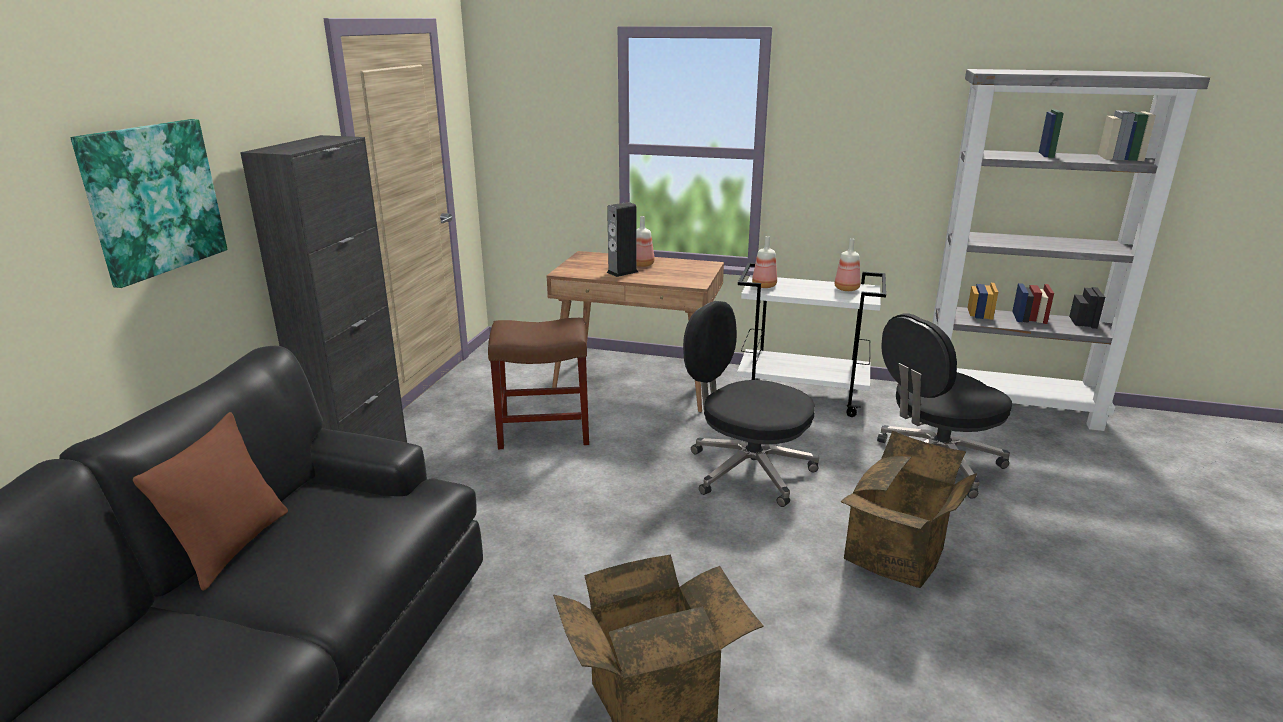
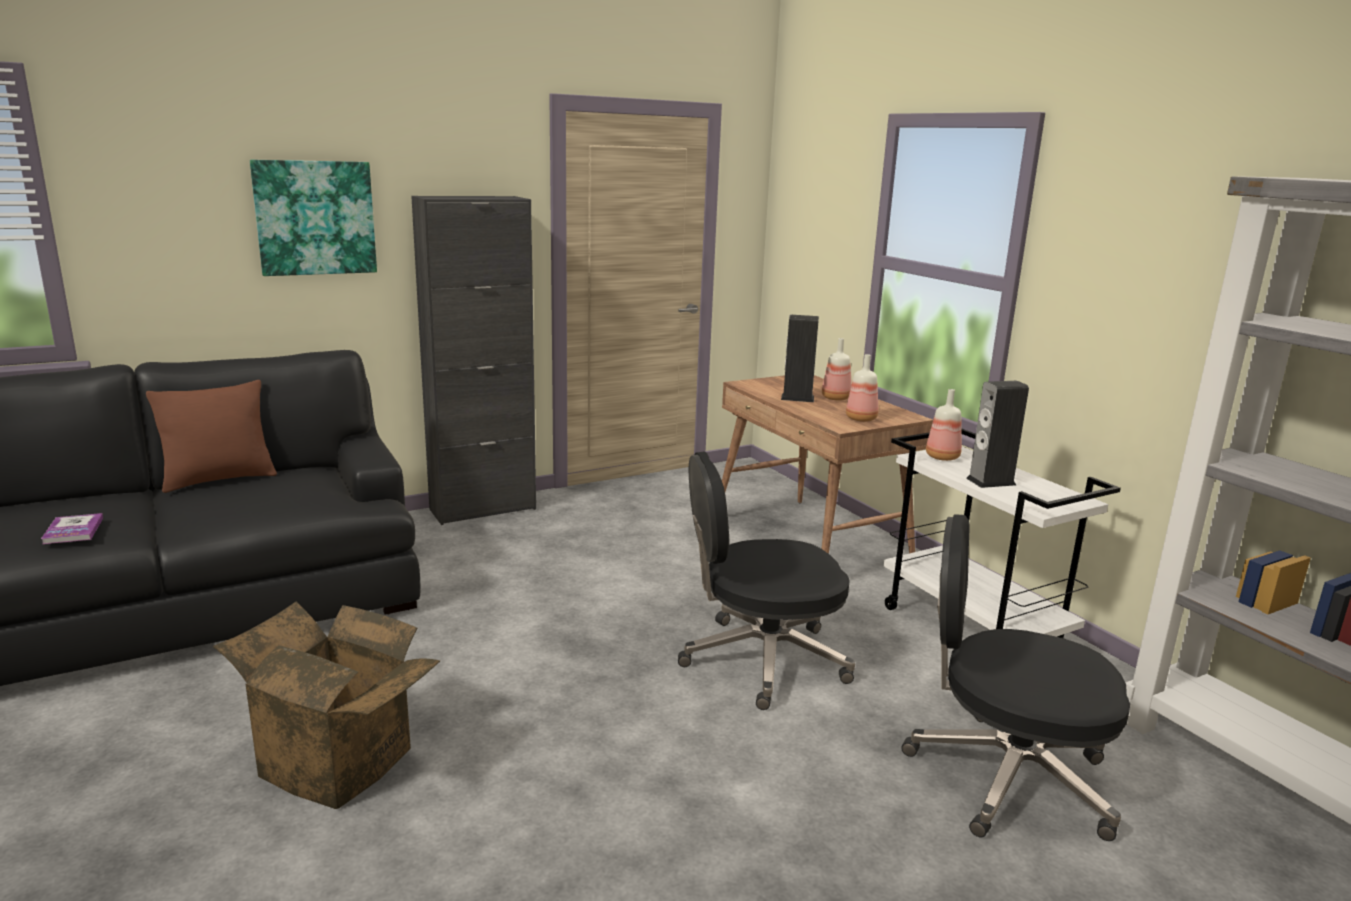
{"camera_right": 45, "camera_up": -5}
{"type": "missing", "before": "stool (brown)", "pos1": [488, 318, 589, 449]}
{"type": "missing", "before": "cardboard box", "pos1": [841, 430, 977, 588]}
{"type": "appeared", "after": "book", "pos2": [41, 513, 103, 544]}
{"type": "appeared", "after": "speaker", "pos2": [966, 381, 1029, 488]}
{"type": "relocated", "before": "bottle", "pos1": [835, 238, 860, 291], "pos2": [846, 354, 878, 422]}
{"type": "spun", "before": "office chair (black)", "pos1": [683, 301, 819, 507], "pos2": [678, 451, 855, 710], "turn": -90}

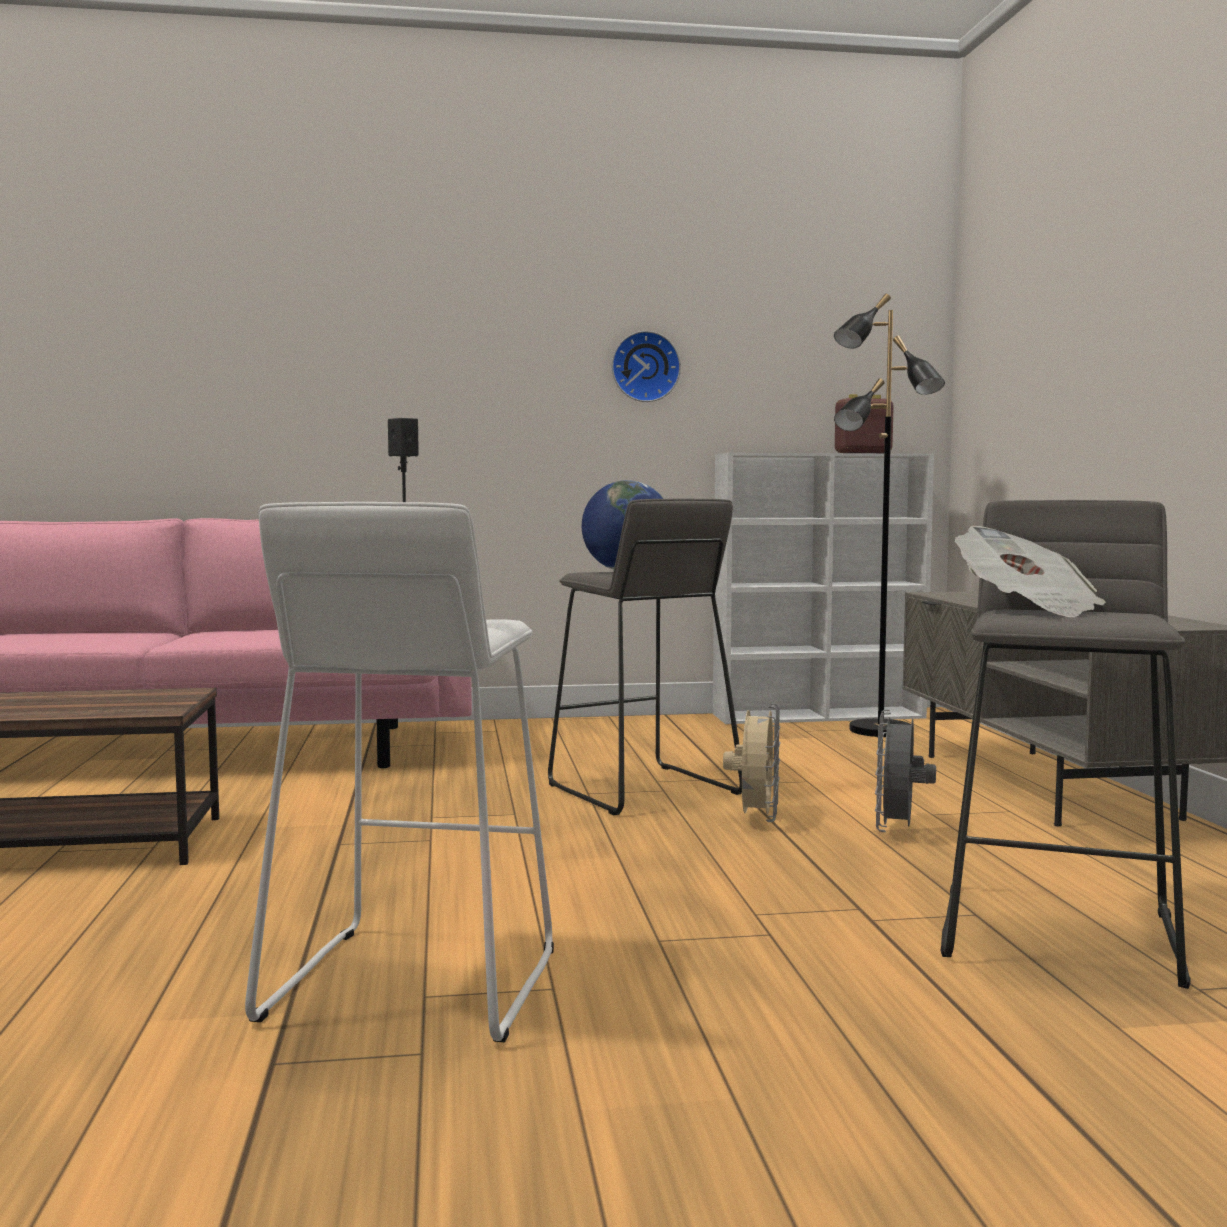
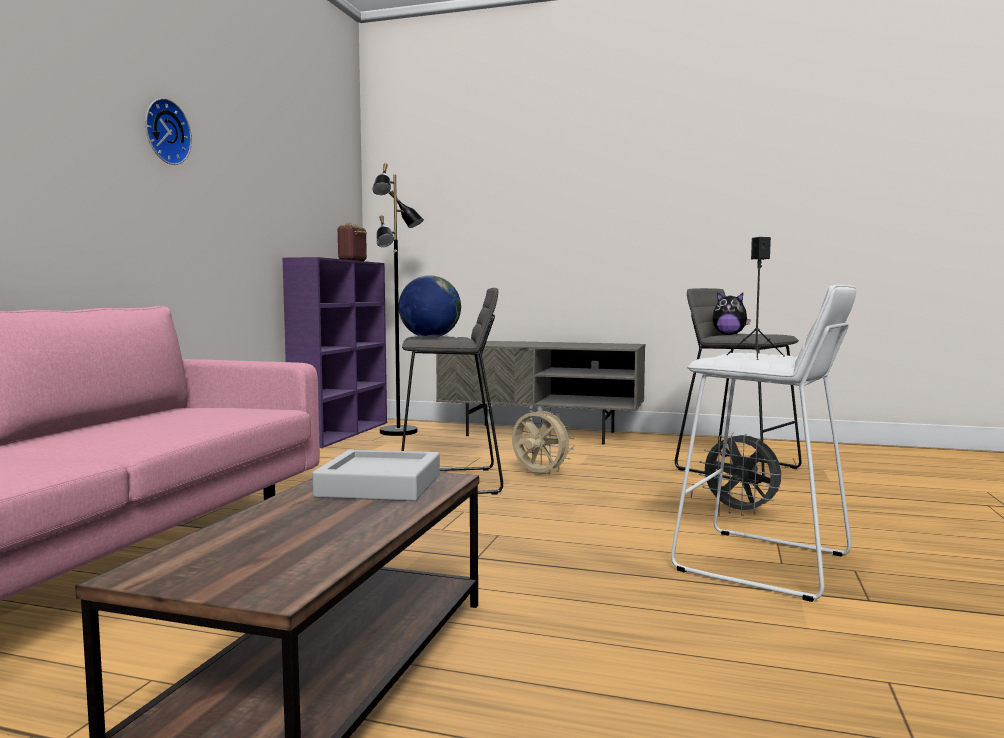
{"camera_right": -65, "camera_up": 0}
{"type": "appeared", "after": "tray (grey)", "pos2": [312, 449, 440, 501]}
{"type": "relocated", "before": "wall clock", "pos1": [612, 331, 681, 402], "pos2": [145, 98, 192, 165]}
{"type": "relocated", "before": "fan (grey)", "pos1": [875, 710, 936, 832], "pos2": [699, 432, 781, 516]}
{"type": "exchanged", "before": "newspaper", "after": "plush toy", "pos1": [955, 526, 1106, 617], "pos2": [712, 292, 751, 335]}
{"type": "colour", "before": "bookcase (white)", "after": "bookcase (purple)", "pos1": [713, 453, 934, 724], "pos2": [282, 257, 387, 448]}

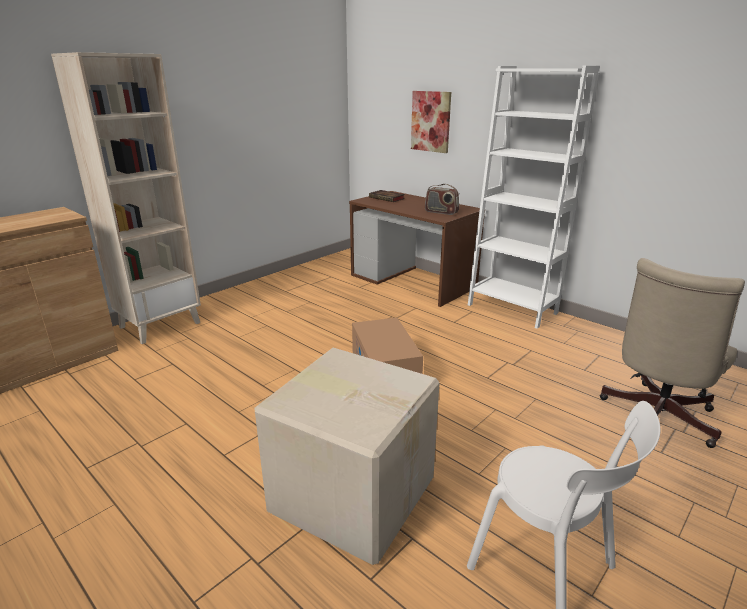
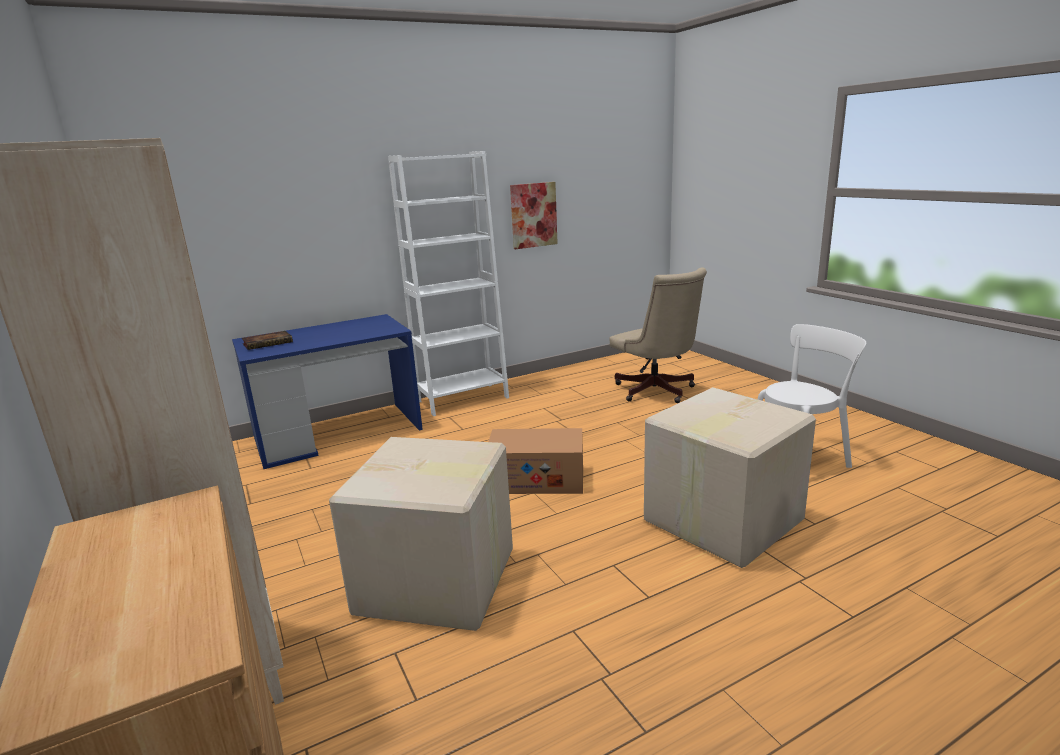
{"camera_right": -70, "camera_up": -5}
{"type": "missing", "before": "radio", "pos1": [425, 184, 459, 215]}
{"type": "appeared", "after": "cardboard box", "pos2": [329, 437, 513, 631]}
{"type": "relocated", "before": "picture", "pos1": [411, 91, 451, 153], "pos2": [510, 182, 558, 249]}
{"type": "colour", "before": "desk (brown)", "after": "desk (blue)", "pos1": [349, 191, 485, 307], "pos2": [232, 314, 423, 469]}

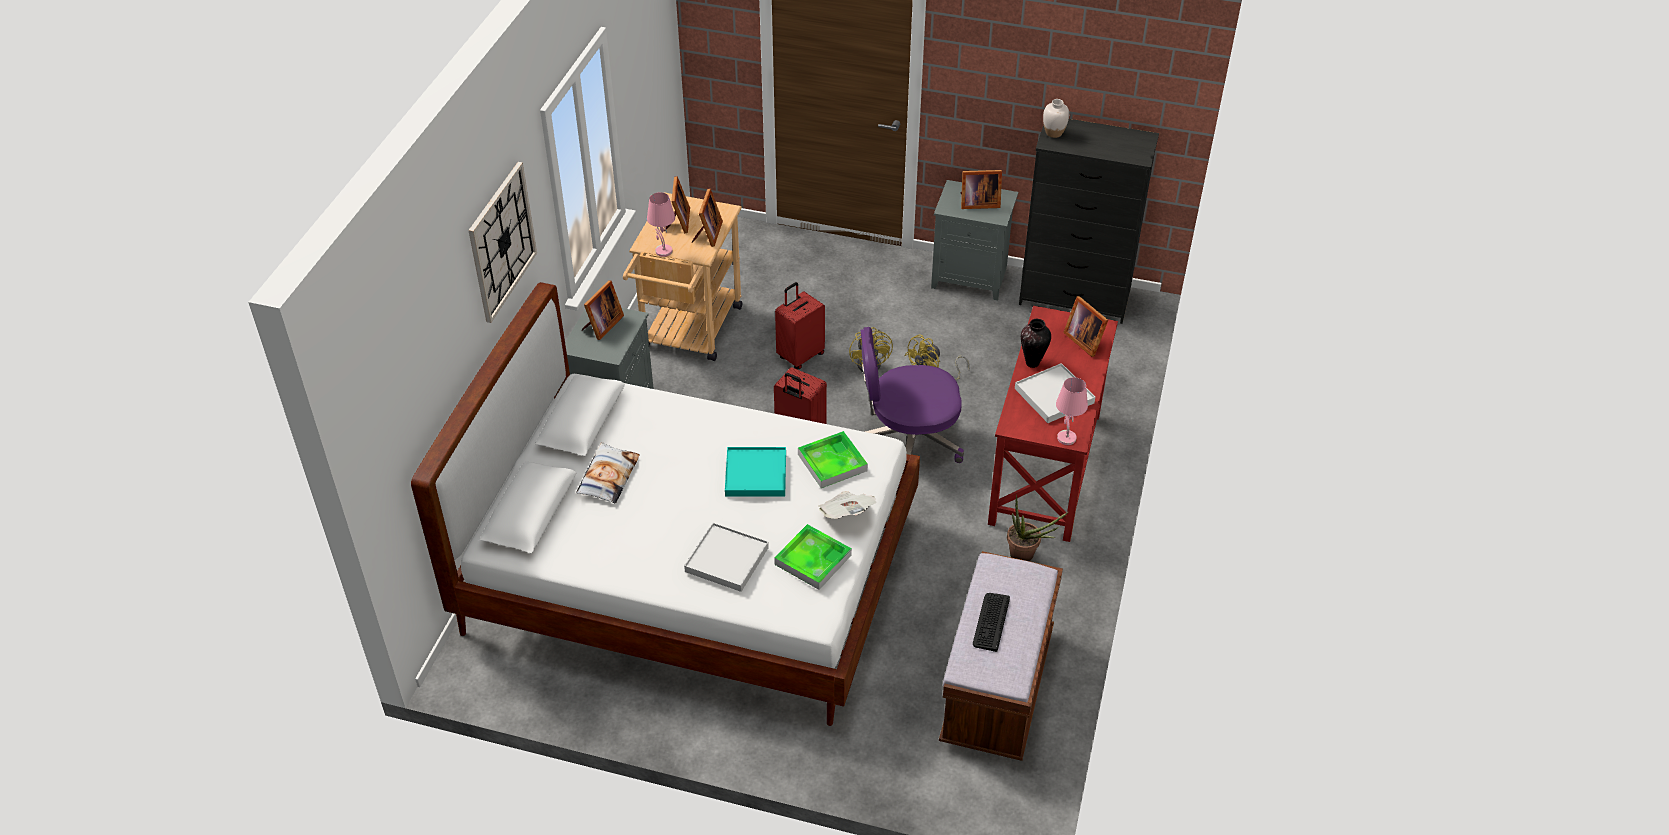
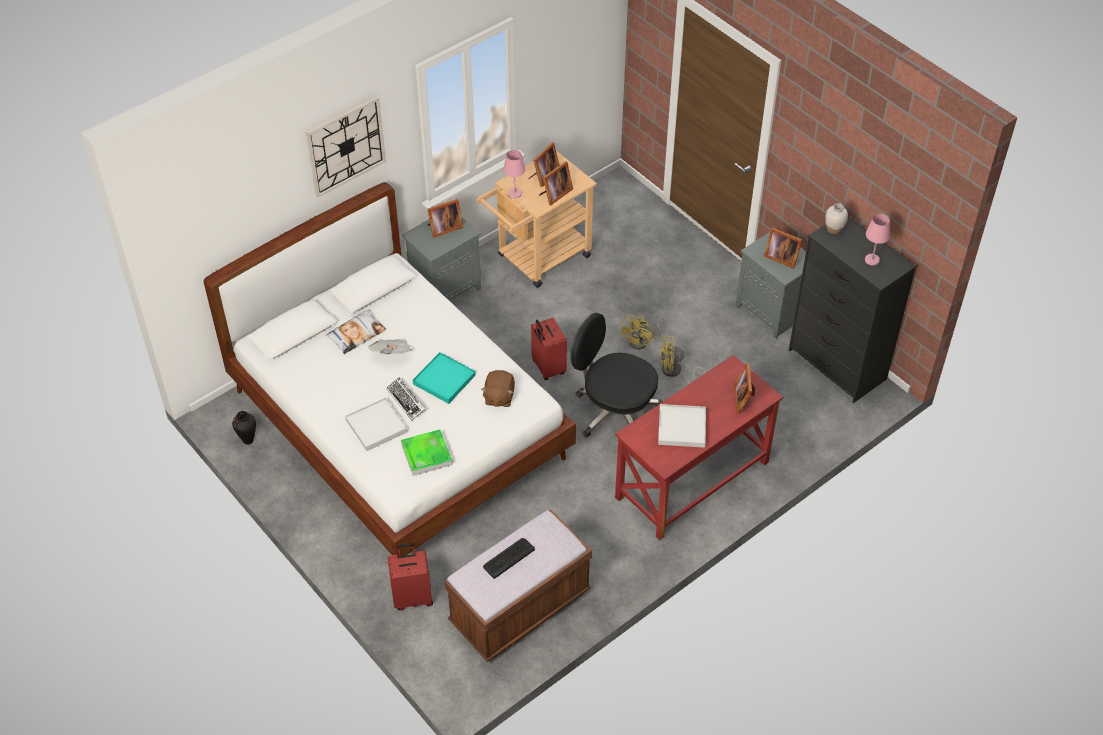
{"camera_right": 35, "camera_up": 5}
{"type": "missing", "before": "potted plant", "pos1": [1007, 495, 1068, 561]}
{"type": "appeared", "after": "keyboard", "pos2": [386, 377, 426, 421]}
{"type": "relocated", "before": "suitcase (red)", "pos1": [775, 282, 825, 369], "pos2": [388, 543, 433, 610]}
{"type": "relocated", "before": "newspaper", "pos1": [818, 491, 877, 519], "pos2": [369, 339, 412, 355]}
{"type": "relocated", "before": "vase", "pos1": [1021, 319, 1051, 368], "pos2": [232, 411, 256, 445]}
{"type": "relocated", "before": "table lamp (pink)", "pos1": [1056, 377, 1088, 445], "pos2": [865, 214, 890, 266]}
{"type": "exchanged", "before": "tray", "after": "plush toy (brown)", "pos1": [798, 431, 868, 488], "pos2": [481, 370, 515, 407]}
{"type": "colour", "before": "office chair (purple)", "after": "office chair (black)", "pos1": [860, 327, 964, 463], "pos2": [570, 313, 663, 438]}

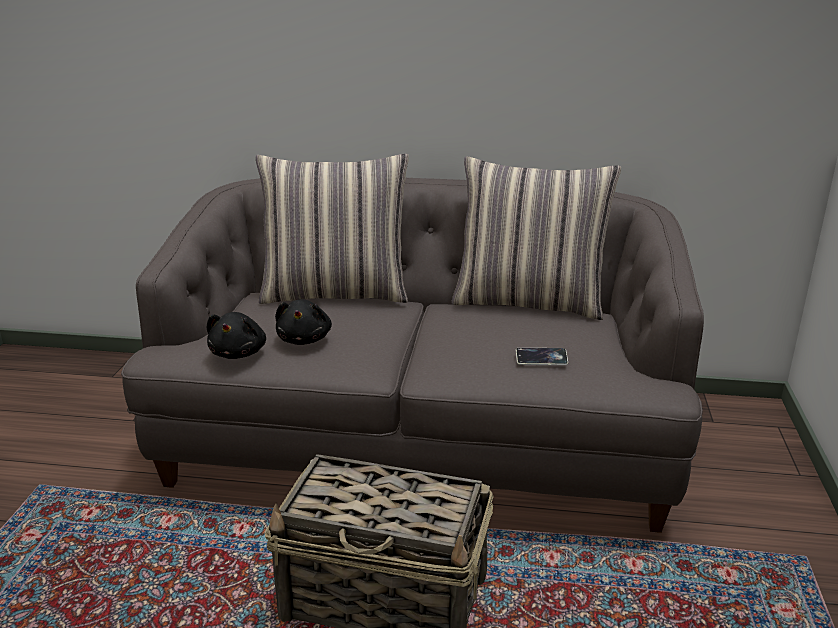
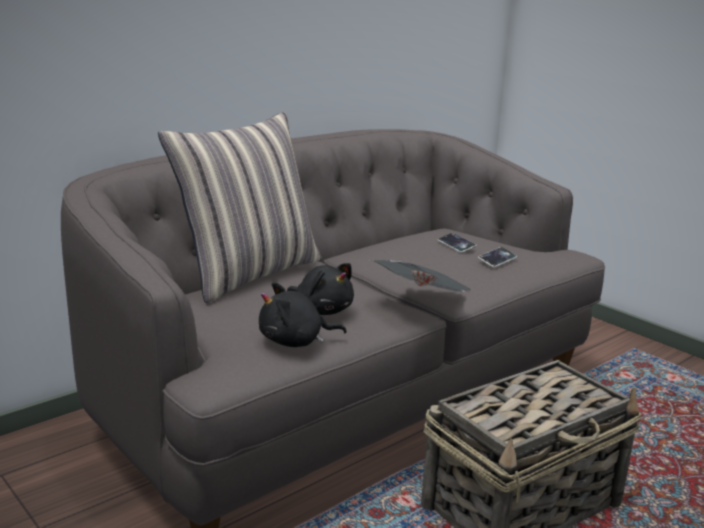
{"camera_right": -50, "camera_up": -5}
{"type": "missing", "before": "pillow", "pos1": [451, 156, 621, 320]}
{"type": "appeared", "after": "newspaper", "pos2": [371, 260, 472, 292]}
{"type": "appeared", "after": "phone", "pos2": [438, 233, 477, 253]}
{"type": "spun", "before": "plush toy (black)", "pos1": [207, 312, 266, 359], "pos2": [259, 282, 347, 347], "turn": 120}

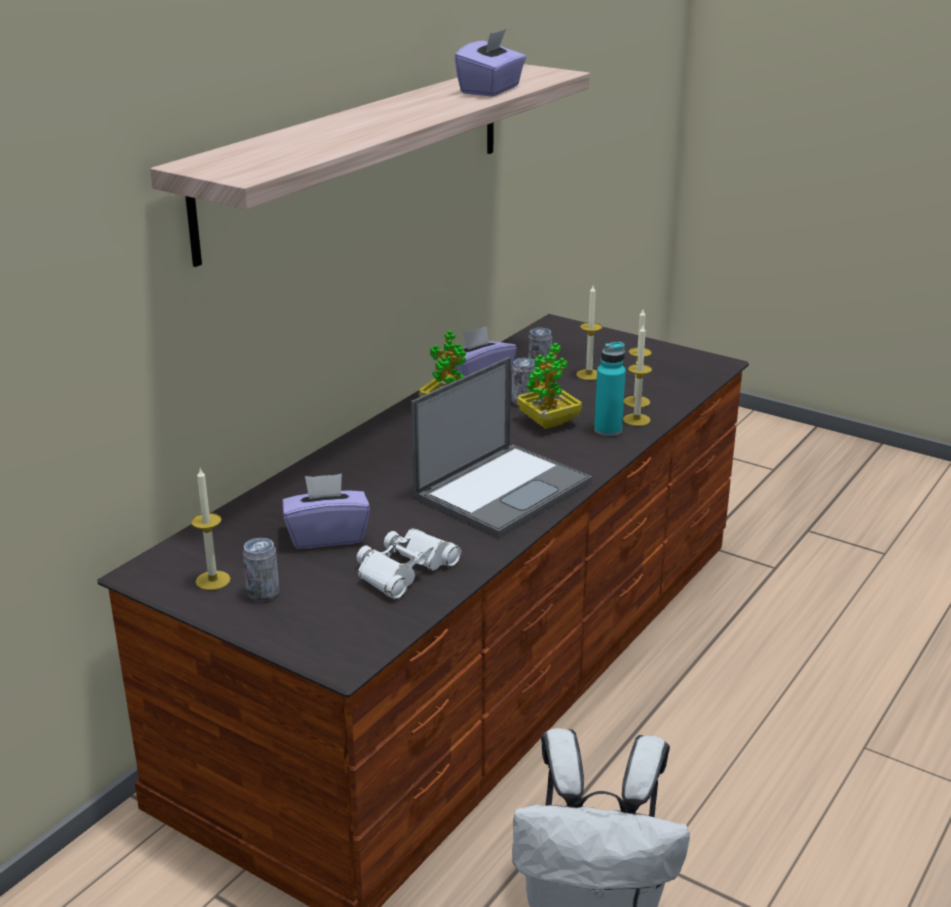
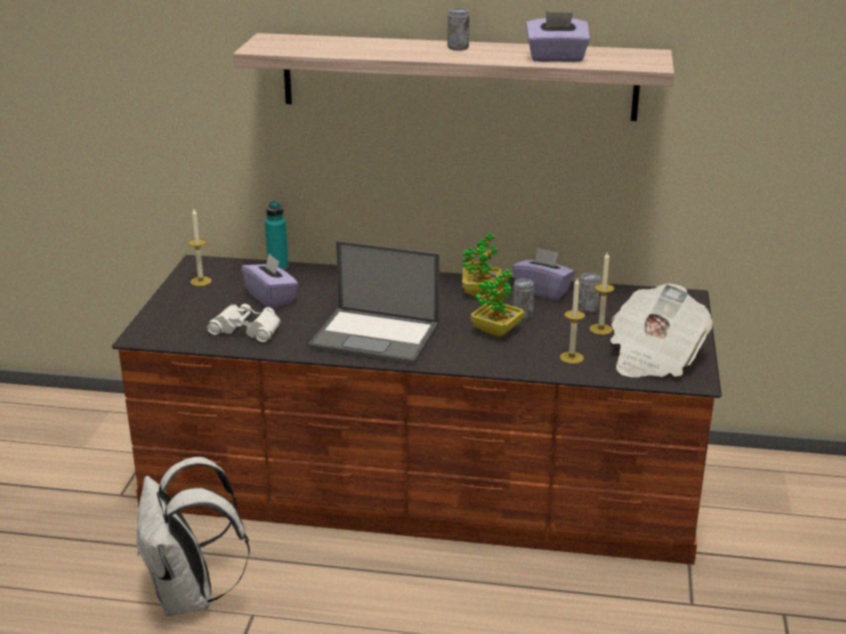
{"camera_right": 65, "camera_up": 0}
{"type": "missing", "before": "candle", "pos1": [623, 325, 652, 426]}
{"type": "appeared", "after": "newspaper", "pos2": [610, 283, 713, 377]}
{"type": "relocated", "before": "can", "pos1": [243, 538, 279, 601], "pos2": [447, 8, 469, 51]}
{"type": "relocated", "before": "bottle (turquoise)", "pos1": [594, 342, 626, 436], "pos2": [265, 201, 288, 270]}

